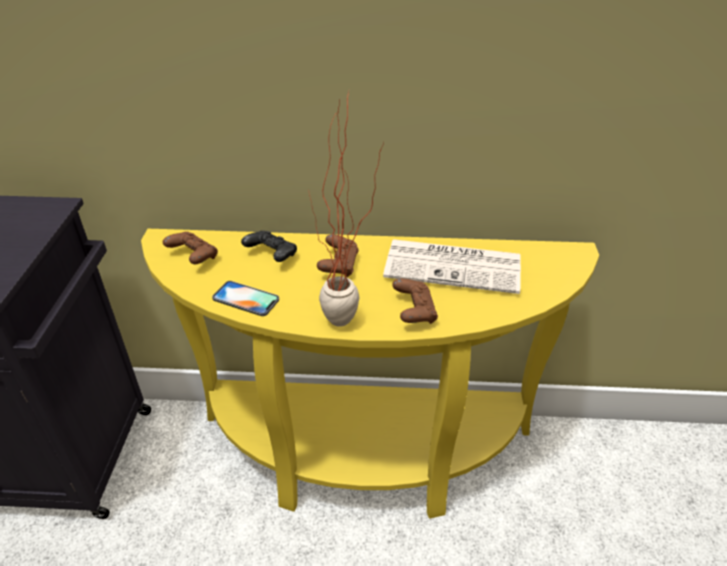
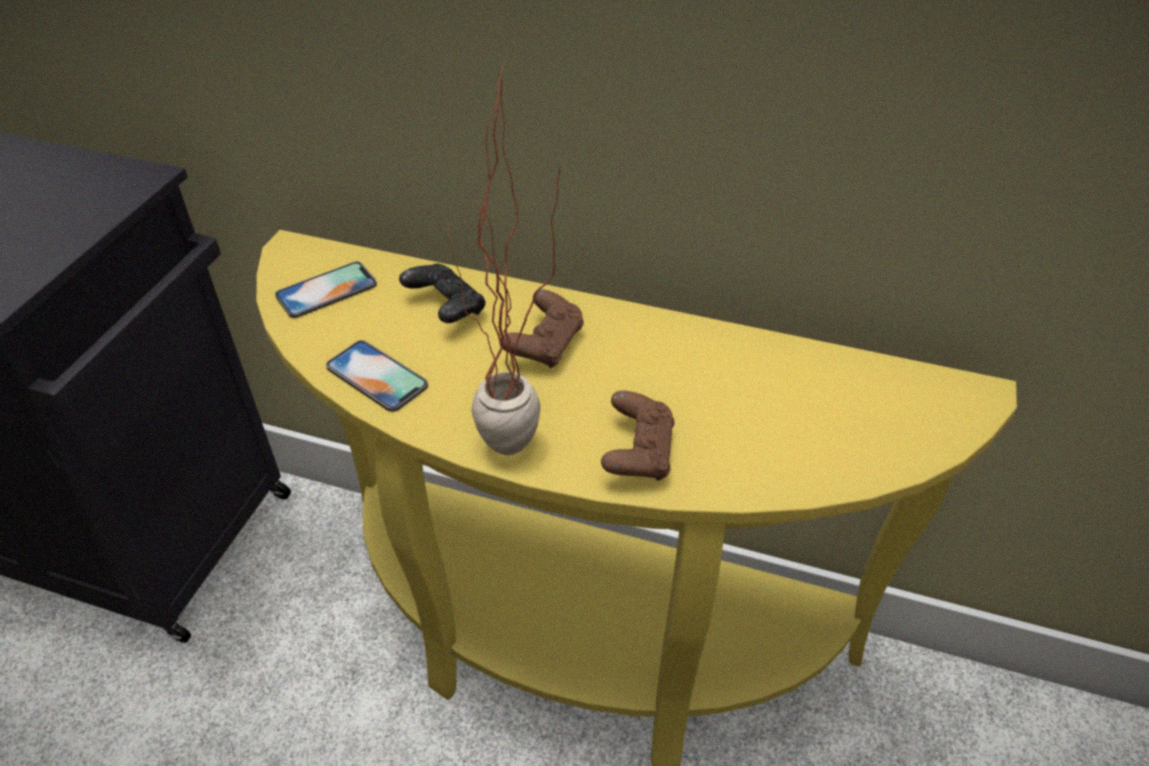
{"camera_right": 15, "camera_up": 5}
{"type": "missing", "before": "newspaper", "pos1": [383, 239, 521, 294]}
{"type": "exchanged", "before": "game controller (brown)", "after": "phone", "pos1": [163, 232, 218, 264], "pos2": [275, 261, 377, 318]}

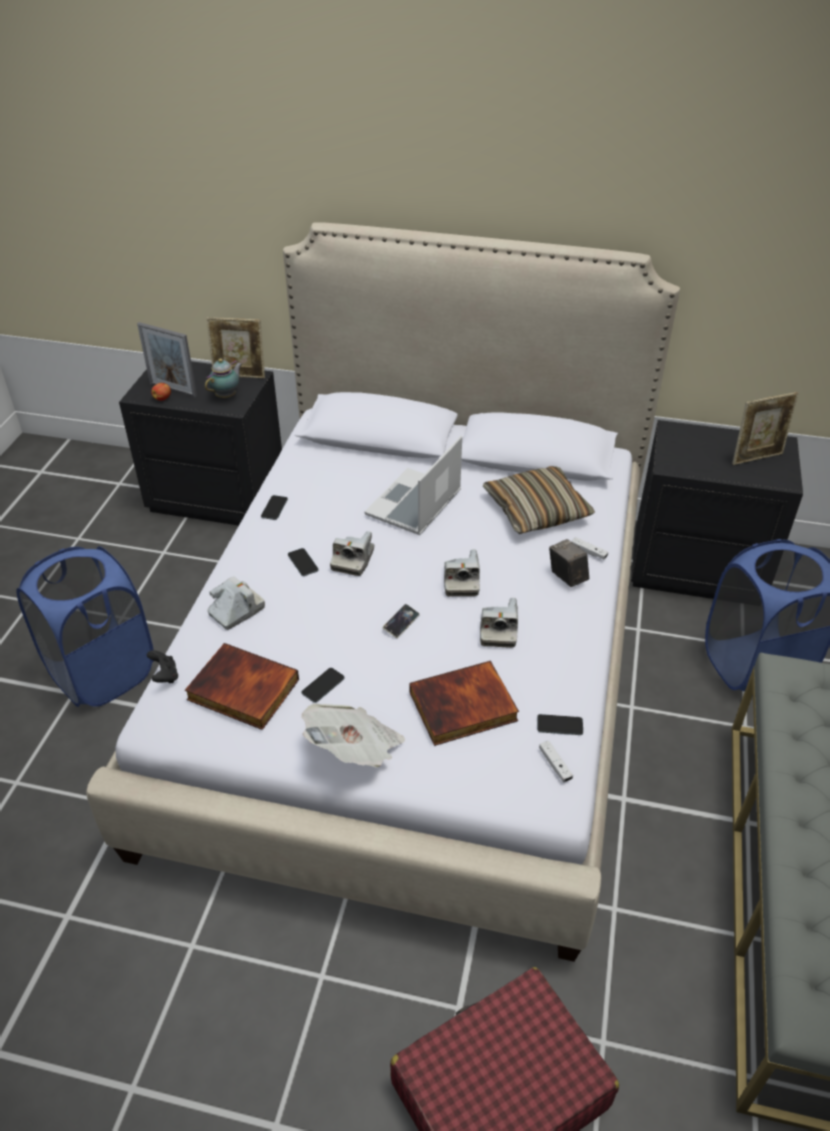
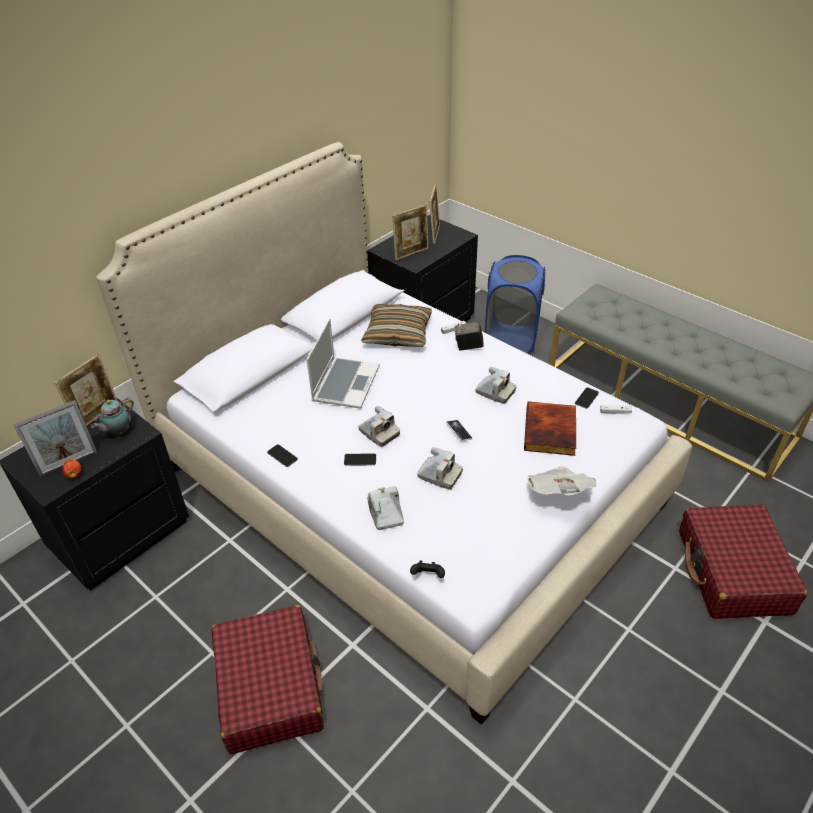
{"camera_right": -60, "camera_up": 0}
{"type": "missing", "before": "book", "pos1": [185, 643, 299, 730]}
{"type": "missing", "before": "phone", "pos1": [302, 668, 345, 703]}
{"type": "appeared", "after": "picture frame", "pos2": [392, 204, 429, 260]}
{"type": "relocated", "before": "photo camera", "pos1": [444, 549, 480, 597], "pos2": [417, 447, 463, 490]}
{"type": "exchanged", "before": "laundry basket (blue)", "after": "suitcase (red)", "pos1": [16, 546, 154, 707], "pos2": [212, 605, 324, 754]}
{"type": "spun", "before": "teapot", "pos1": [205, 359, 242, 398], "pos2": [91, 398, 134, 435], "turn": -120}
{"type": "spun", "before": "laptop", "pos1": [365, 436, 462, 535], "pos2": [306, 318, 380, 409], "turn": -135}

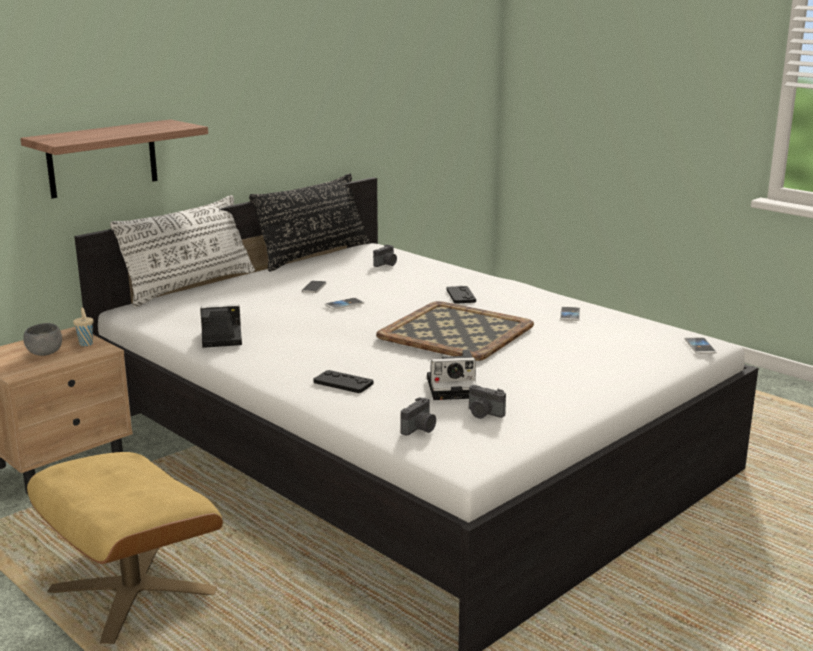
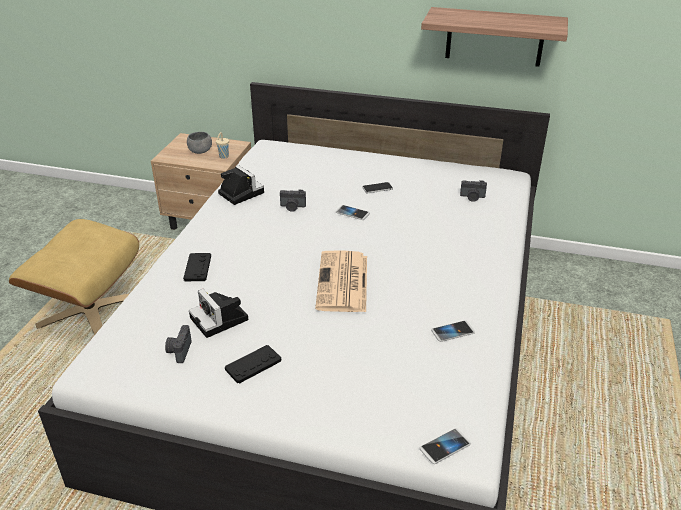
{"camera_right": 60, "camera_up": 15}
{"type": "missing", "before": "pillow (white)", "pos1": [110, 195, 255, 307]}
{"type": "missing", "before": "pillow (black)", "pos1": [249, 173, 369, 272]}
{"type": "relocated", "before": "shelf", "pos1": [20, 119, 208, 199], "pos2": [421, 7, 568, 67]}
{"type": "relocated", "before": "photo camera", "pos1": [401, 397, 436, 436], "pos2": [280, 189, 306, 212]}
{"type": "relocated", "before": "game controller (black)", "pos1": [446, 286, 476, 304], "pos2": [225, 345, 281, 384]}
{"type": "exchanged", "before": "tray", "after": "newspaper", "pos1": [376, 301, 534, 361], "pos2": [315, 251, 367, 312]}

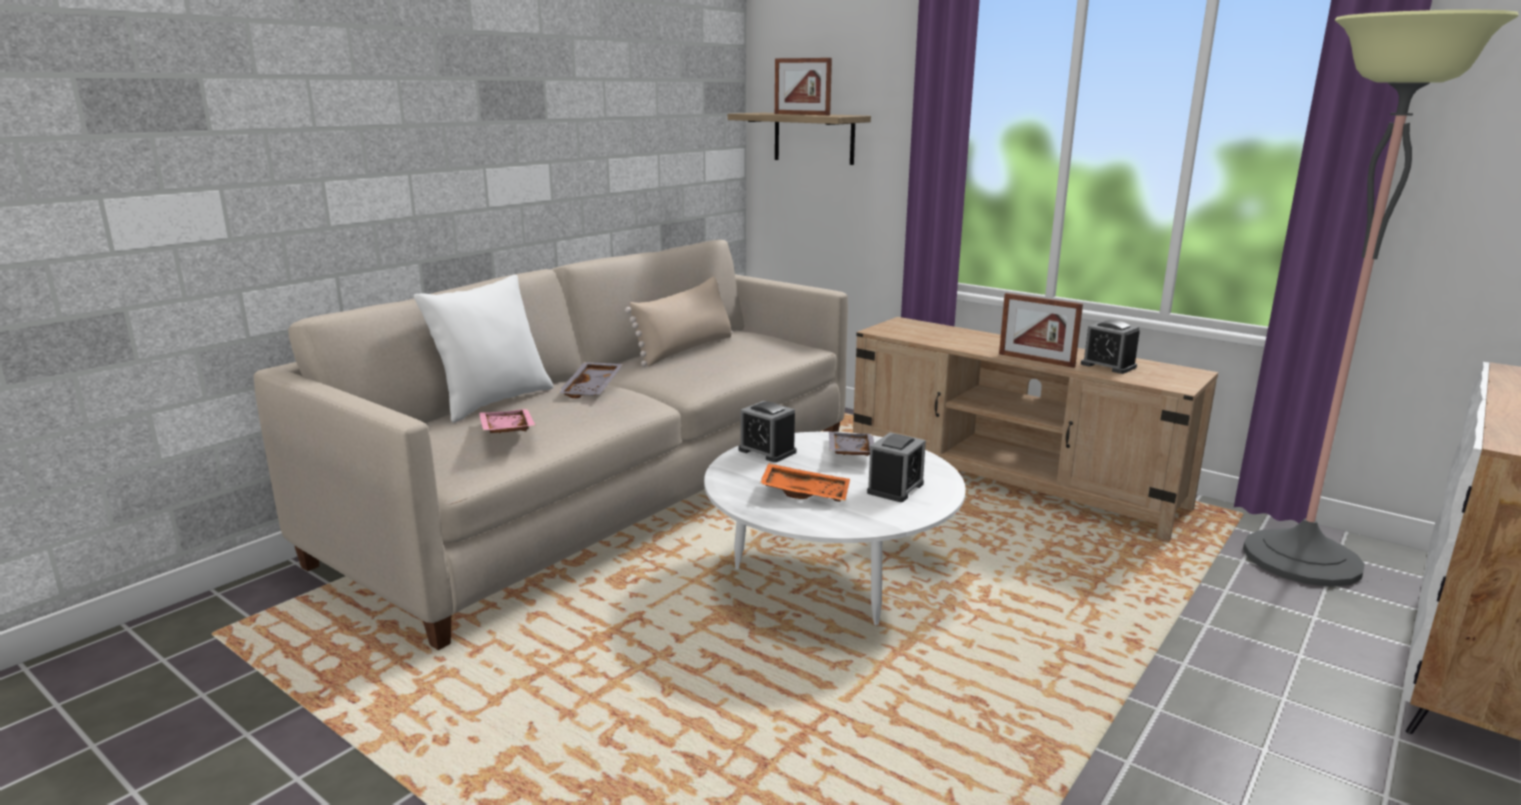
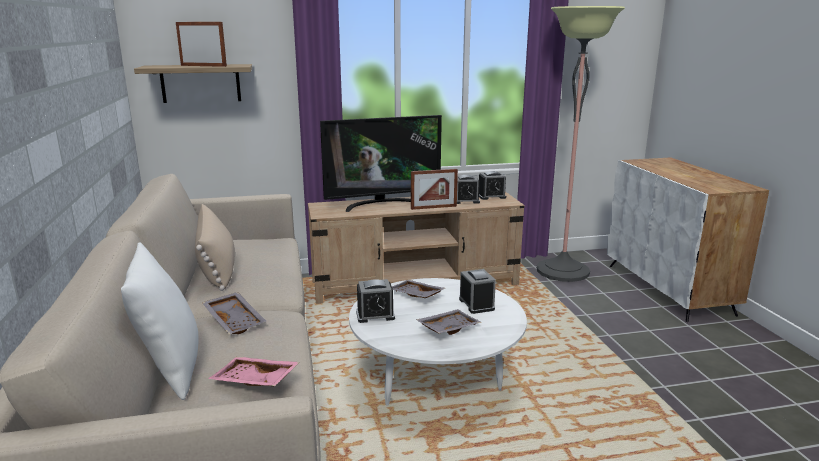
{"camera_right": -50, "camera_up": 0}
{"type": "appeared", "after": "television", "pos2": [320, 115, 442, 212]}
{"type": "appeared", "after": "alarm clock", "pos2": [479, 171, 506, 200]}
{"type": "colour", "before": "tray (orange)", "after": "tray (grey)", "pos1": [760, 463, 850, 502], "pos2": [416, 309, 481, 335]}
{"type": "spun", "before": "picture frame", "pos1": [775, 58, 832, 115], "pos2": [176, 22, 227, 67], "turn": -150}

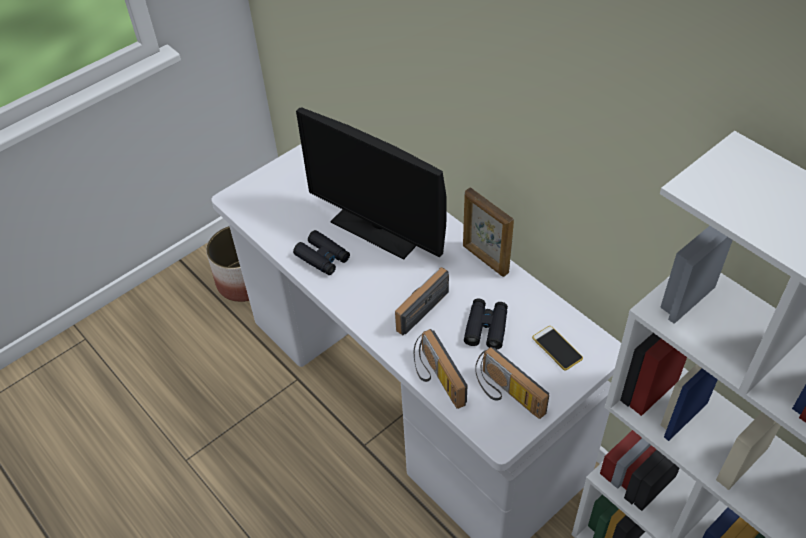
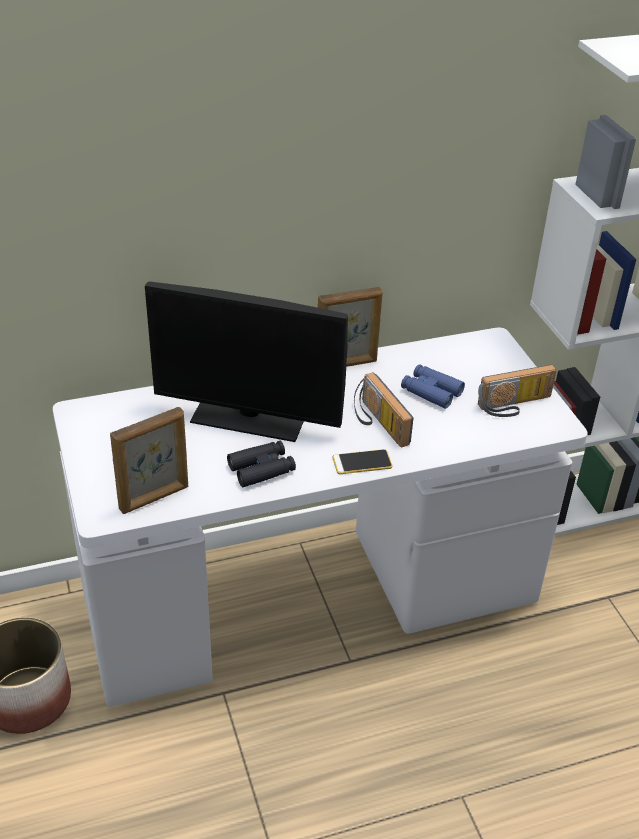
{"camera_right": -70, "camera_up": -10}
{"type": "missing", "before": "radio", "pos1": [414, 329, 467, 409]}
{"type": "appeared", "after": "picture frame", "pos2": [110, 407, 188, 514]}
{"type": "relocated", "before": "phone", "pos1": [532, 326, 583, 370], "pos2": [332, 449, 392, 474]}
{"type": "colour", "before": "binoculars (black)", "after": "binoculars (blue)", "pos1": [464, 299, 508, 349], "pos2": [401, 364, 465, 409]}
{"type": "spun", "before": "monitor", "pos1": [296, 107, 446, 260], "pos2": [145, 281, 348, 442], "turn": 45}

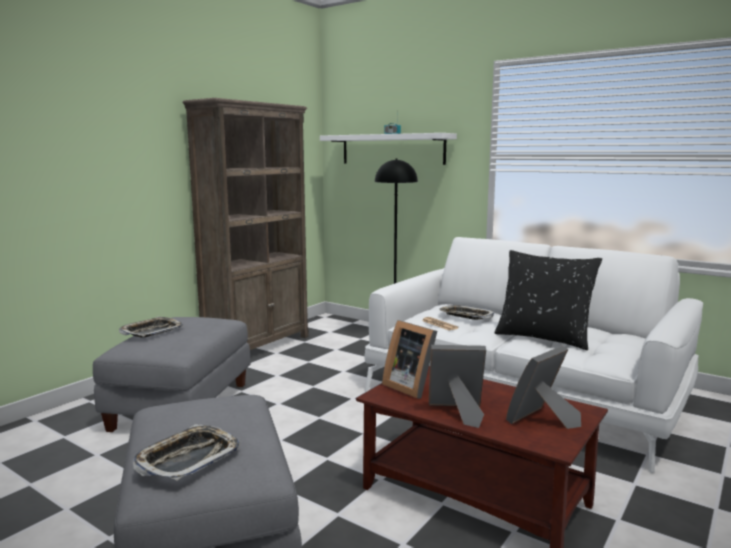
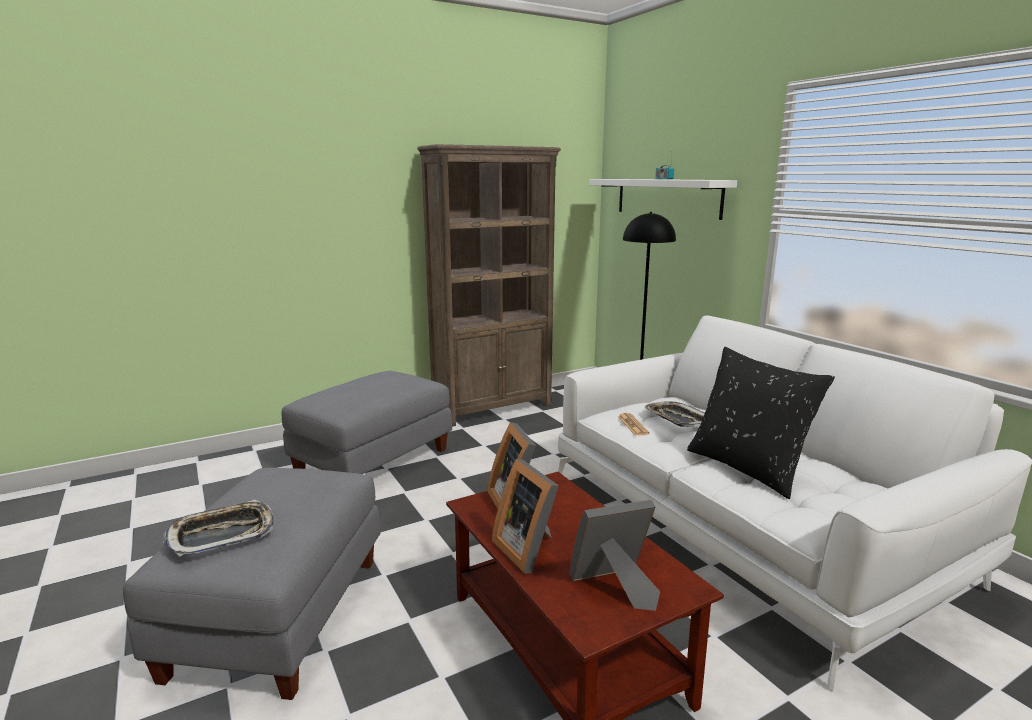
{"camera_right": 25, "camera_up": 5}
{"type": "missing", "before": "tray", "pos1": [119, 317, 183, 337]}
{"type": "spun", "before": "picture frame", "pos1": [429, 345, 486, 428], "pos2": [492, 459, 559, 574], "turn": -150}

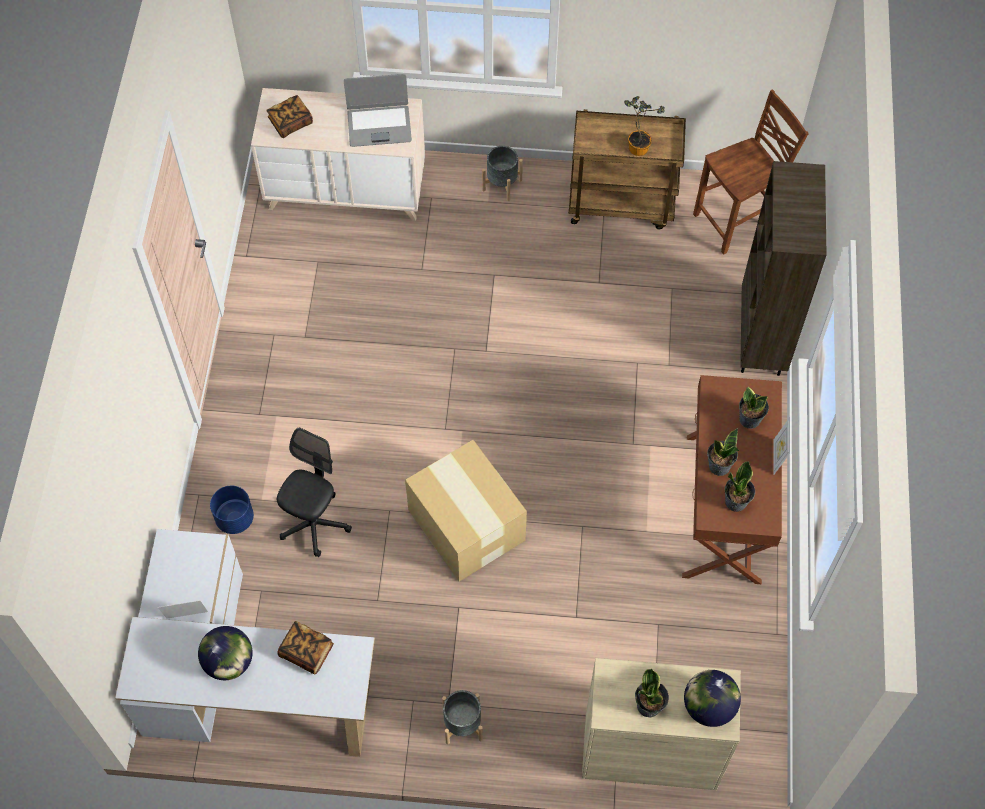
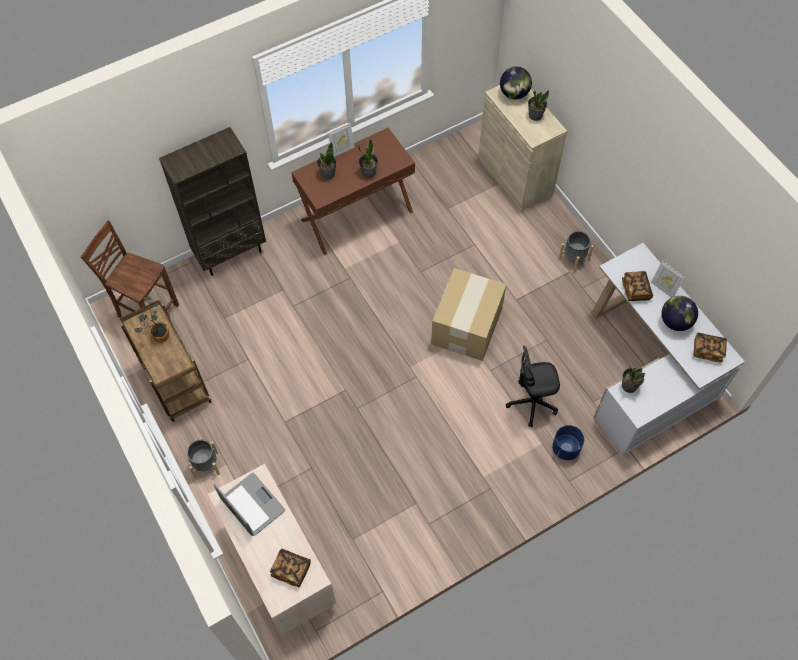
{"camera_right": -125, "camera_up": 0}
{"type": "appeared", "after": "book", "pos2": [693, 333, 727, 362]}
{"type": "relocated", "before": "picture frame", "pos1": [158, 600, 208, 619], "pos2": [651, 261, 685, 298]}
{"type": "relocated", "before": "potted plant", "pos1": [725, 461, 755, 512], "pos2": [622, 366, 646, 393]}

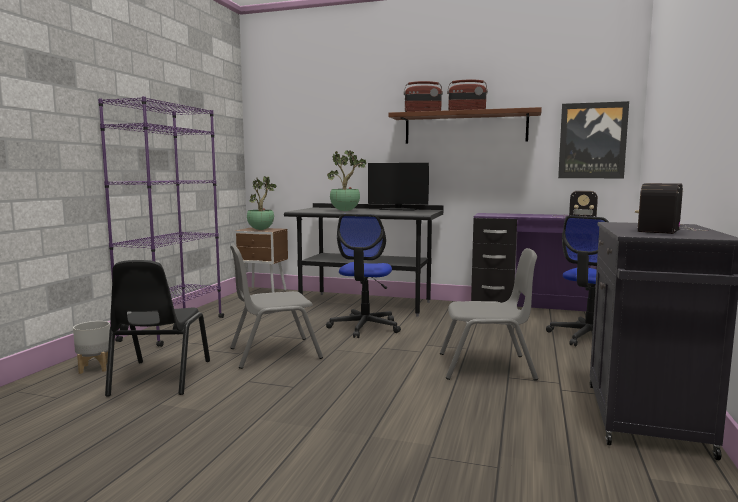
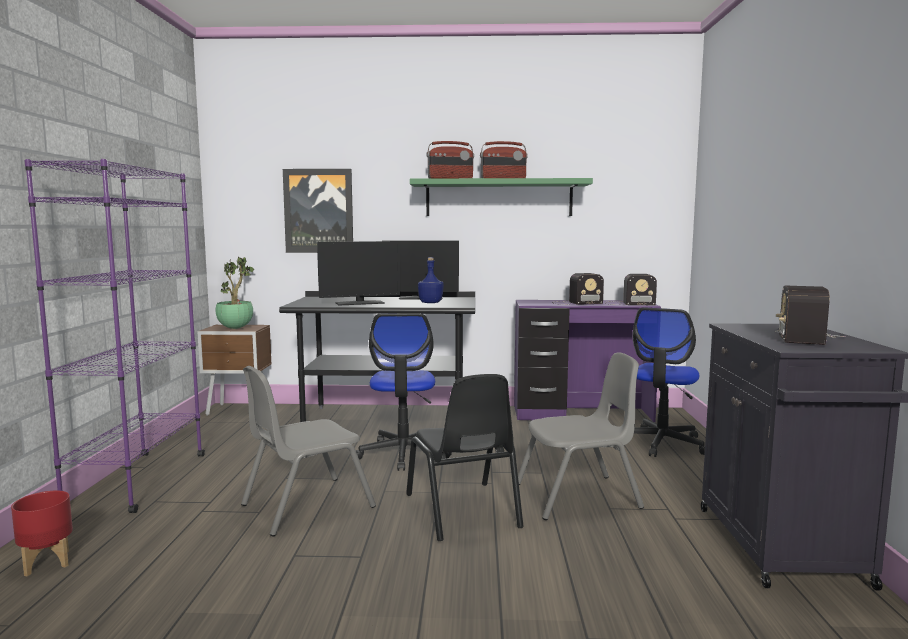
{"camera_right": -15, "camera_up": 0}
{"type": "appeared", "after": "bottle (blue)", "pos2": [418, 257, 444, 303]}
{"type": "appeared", "after": "radio", "pos2": [552, 273, 604, 305]}
{"type": "relocated", "before": "chair (black)", "pos1": [105, 260, 210, 396], "pos2": [406, 374, 523, 541]}
{"type": "relocated", "before": "picture", "pos1": [558, 101, 629, 178], "pos2": [283, 169, 353, 253]}
{"type": "exchanged", "before": "potted plant", "after": "monitor", "pos1": [327, 150, 366, 211], "pos2": [317, 241, 401, 306]}
{"type": "colour", "before": "planter (grey)", "after": "planter (red)", "pos1": [73, 321, 110, 374], "pos2": [11, 491, 73, 576]}
{"type": "colour", "before": "shelf (brown)", "after": "shelf (green)", "pos1": [389, 107, 542, 144], "pos2": [410, 178, 593, 216]}

